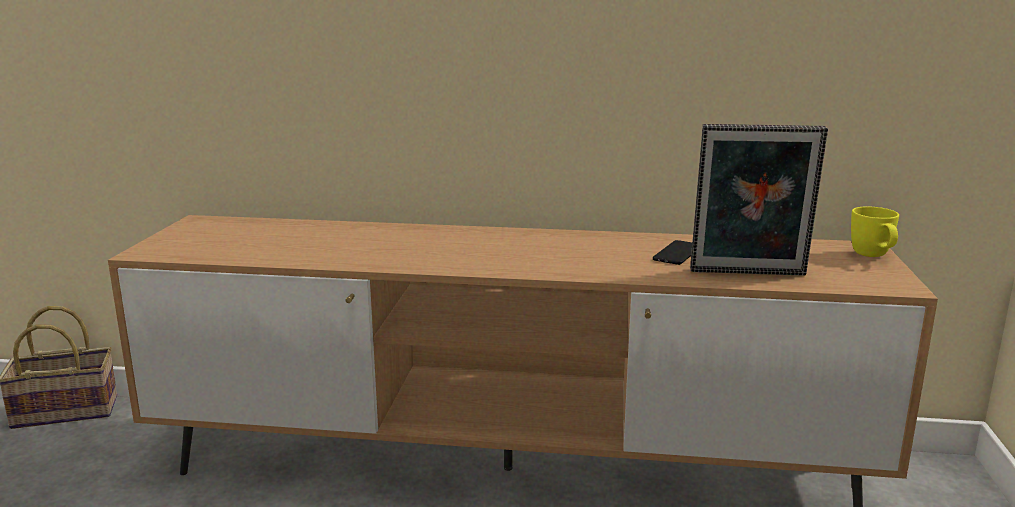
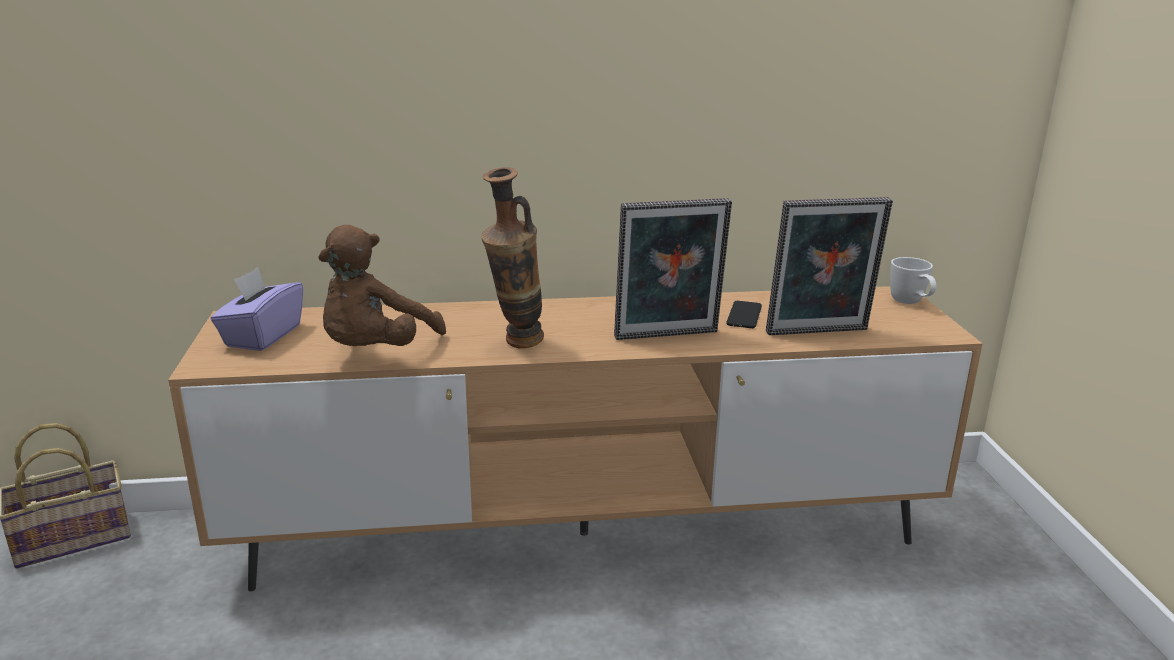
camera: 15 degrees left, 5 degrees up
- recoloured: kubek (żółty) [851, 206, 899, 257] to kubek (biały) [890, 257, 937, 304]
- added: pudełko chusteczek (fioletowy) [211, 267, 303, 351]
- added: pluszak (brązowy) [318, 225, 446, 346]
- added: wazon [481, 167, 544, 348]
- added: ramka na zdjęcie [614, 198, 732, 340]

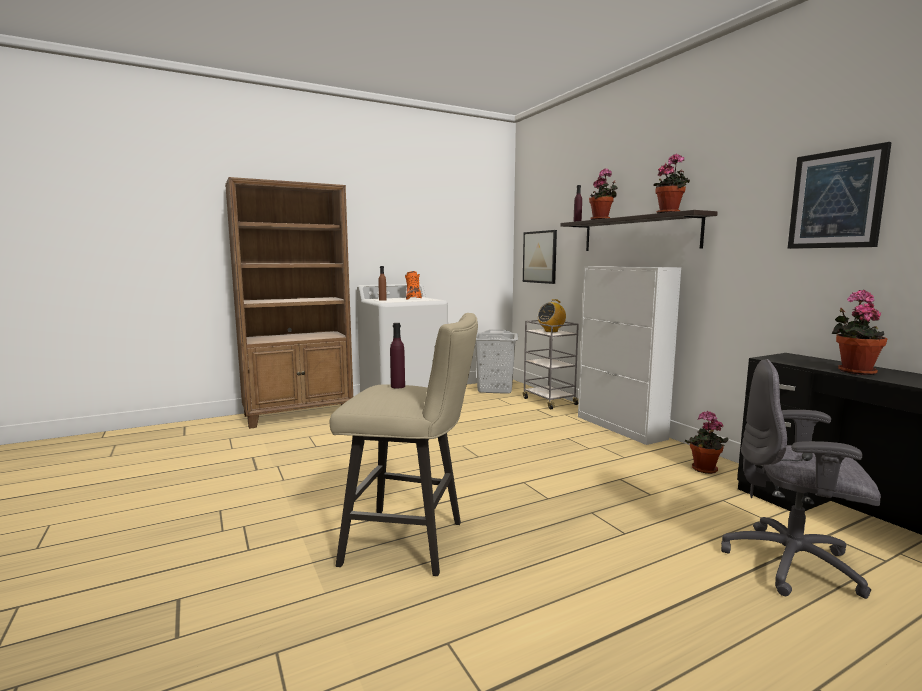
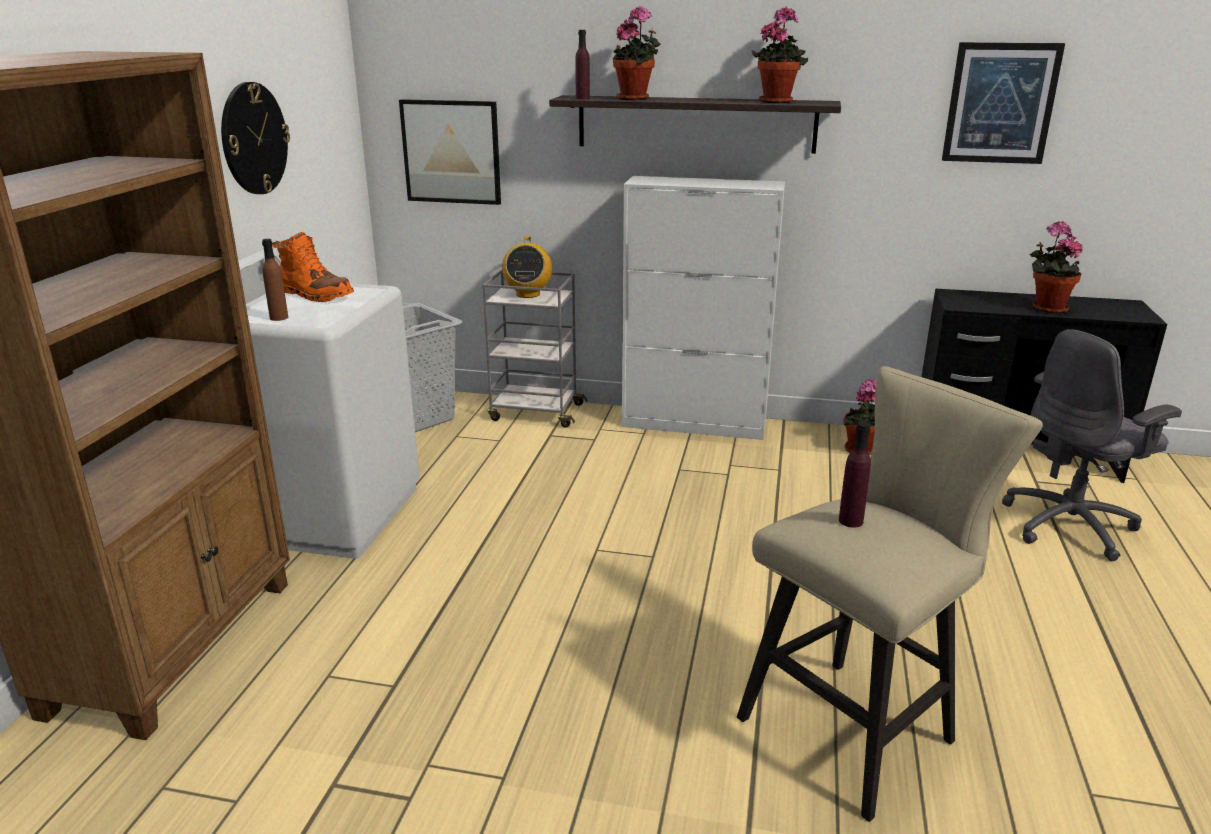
camera: 50 degrees left, 15 degrees up
- added: zegar ścienny [221, 82, 290, 194]

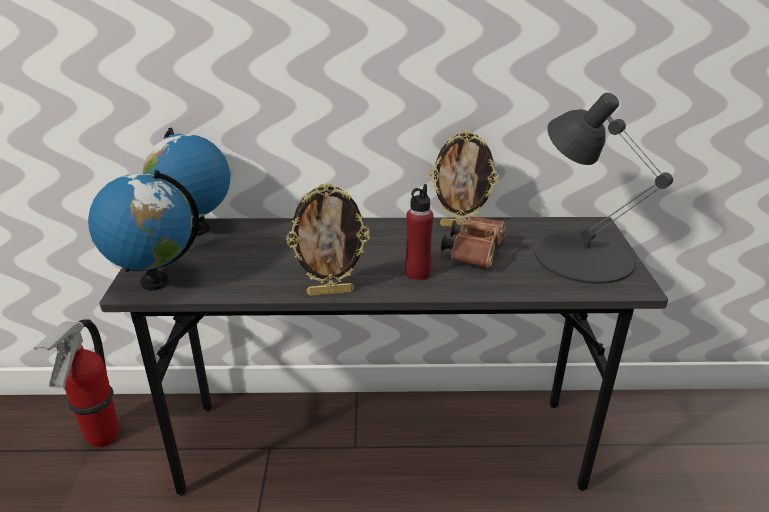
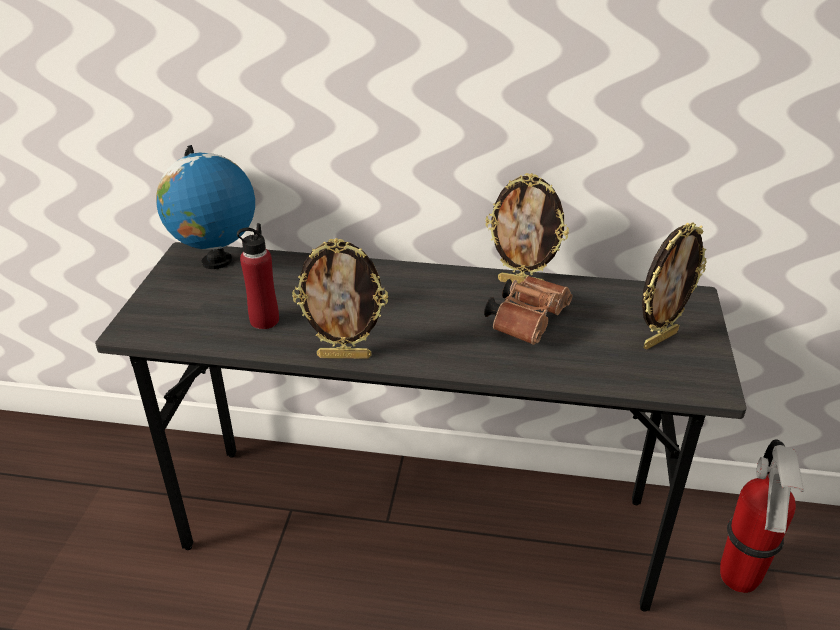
camera: 10 degrees right, 5 degrees up
- moved: gaśnica [33, 319, 118, 447] to [720, 439, 804, 593]
- removed: globus [88, 170, 199, 291]
- moved: butelka (czerwony) [405, 184, 434, 280] to [237, 223, 279, 329]
- replaced: lampa stołowa (czarny) [535, 93, 673, 284] to ramka na zdjęcie [642, 222, 707, 350]

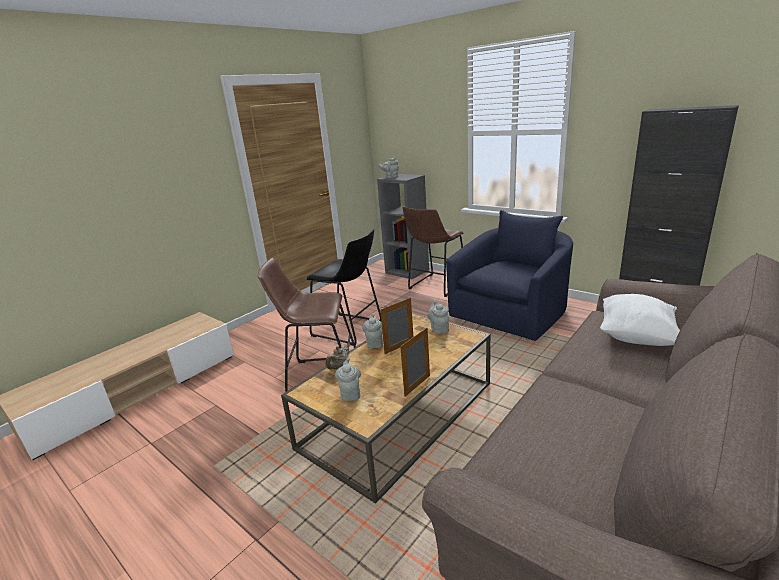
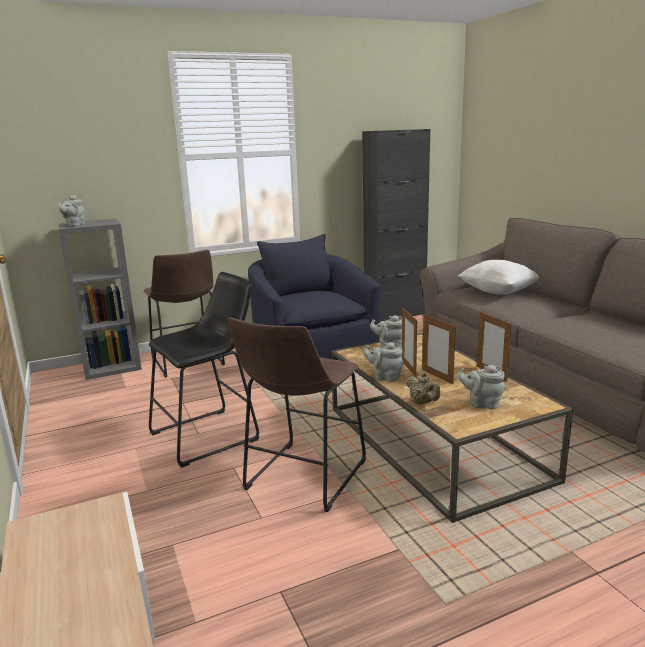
camera: 65 degrees left, 5 degrees down
- added: ramka na zdjęcie [422, 315, 456, 384]

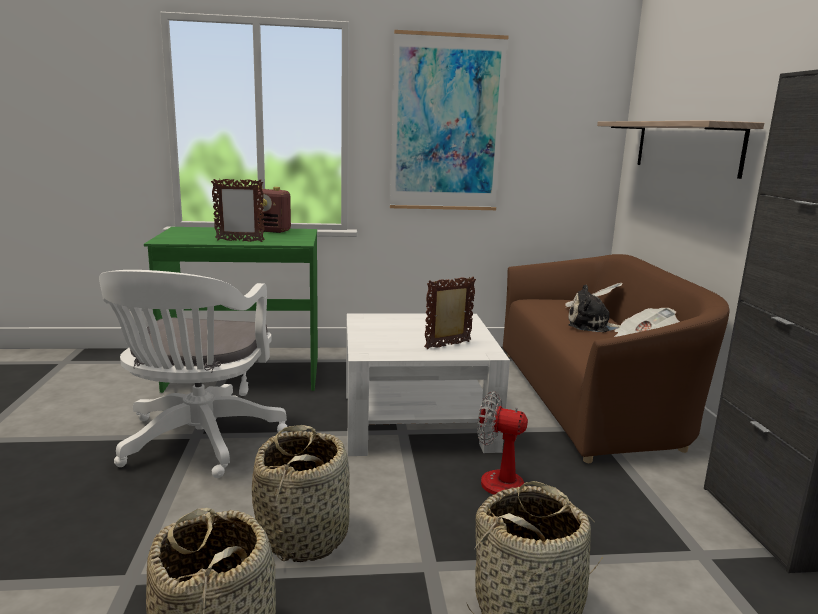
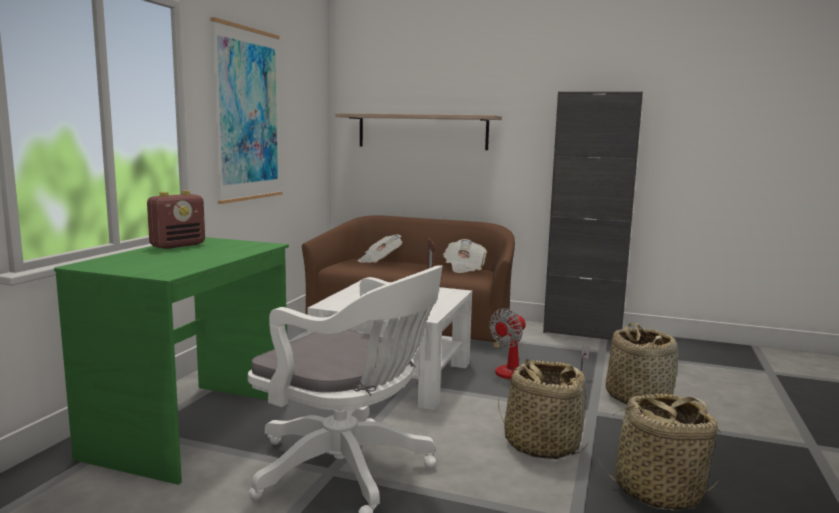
camera: 65 degrees left, 5 degrees down
- removed: ramka na zdjęcie [211, 178, 265, 242]
- removed: pluszak [569, 285, 621, 332]

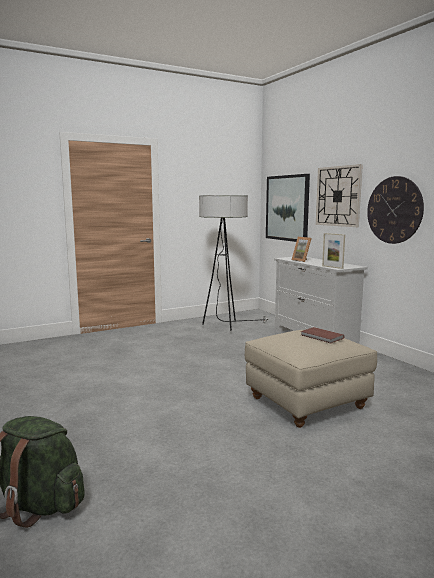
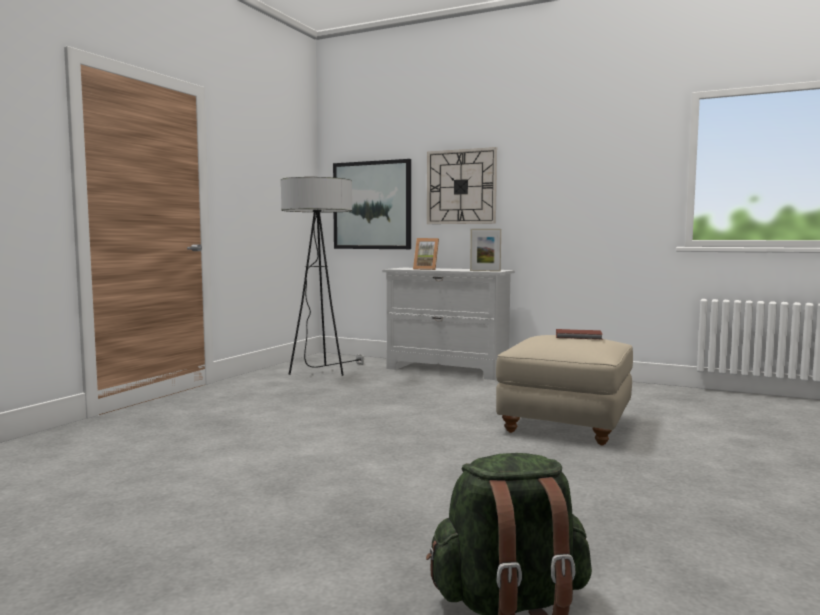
camera: 35 degrees left, 5 degrees down
- removed: zegar ścienny [367, 176, 424, 244]

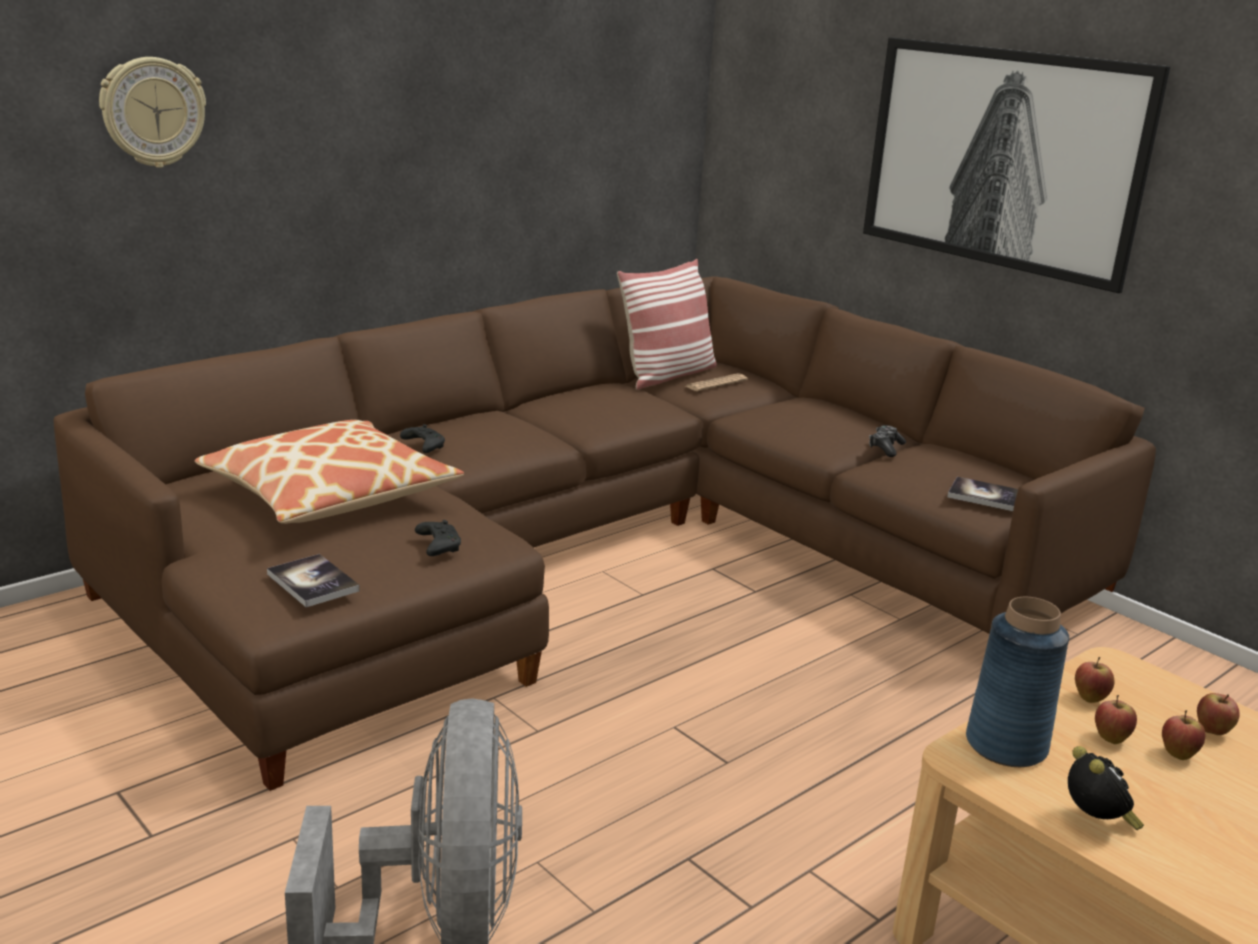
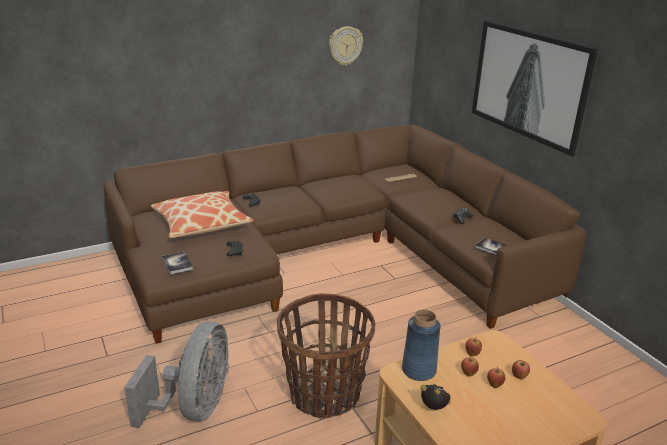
camera: 15 degrees right, 5 degrees up
- moved: zegar ścienny [99, 57, 206, 168] to [329, 26, 363, 66]
- removed: poduszka [617, 259, 717, 390]
- turned: budzik [1068, 746, 1144, 830] = [421, 384, 451, 410] 60 degrees counterclockwise
- added: koszyk [277, 293, 375, 418]

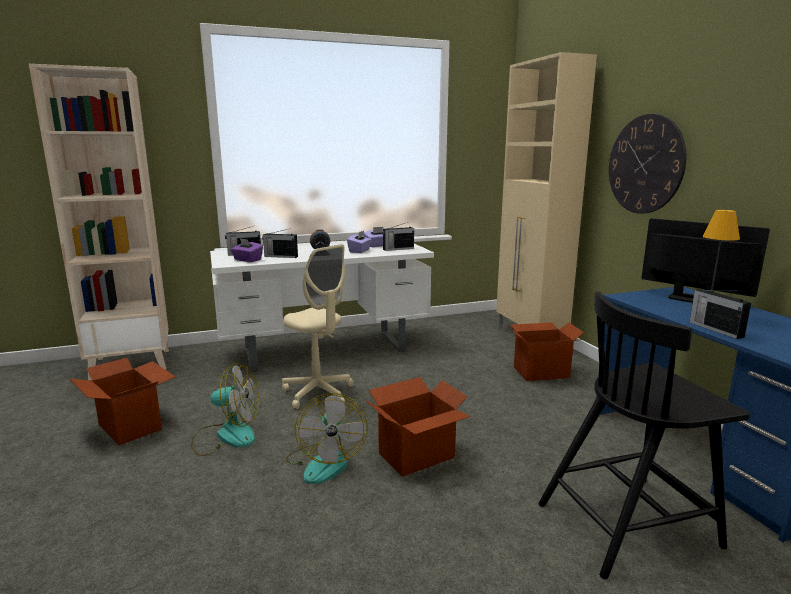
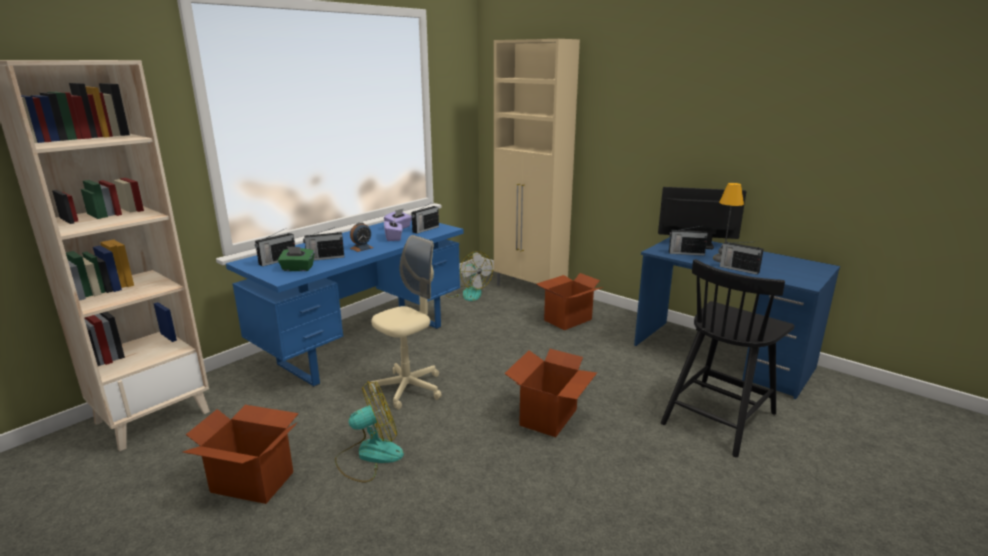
camera: 30 degrees left, 5 degrees up
- recoloured: biurko (biały) [210, 243, 434, 372] to biurko (niebieski) [226, 220, 464, 387]
- recoloured: pudełko chusteczek (fioletowy) [231, 238, 263, 262] to pudełko chusteczek (zielony) [278, 246, 315, 271]
- turned: krzesło biurowe (beżowy) [282, 244, 354, 409] = [369, 235, 442, 410] 60 degrees counterclockwise
- moved: wentylator [286, 393, 367, 484] to [446, 251, 493, 301]
- removed: zegar ścienny [609, 114, 686, 214]
- added: radio [669, 226, 708, 256]

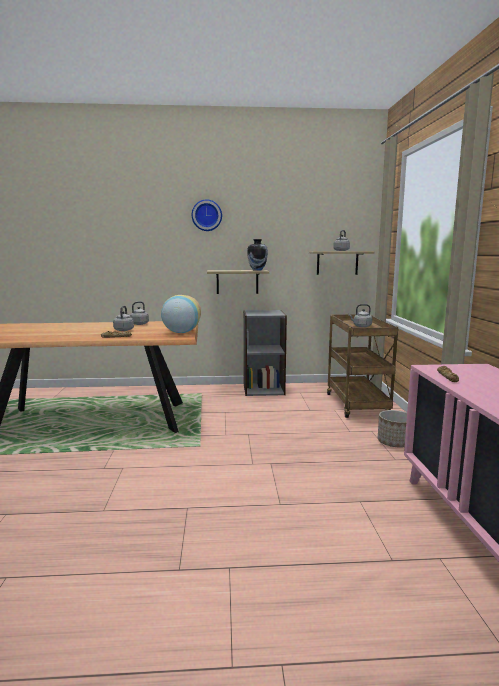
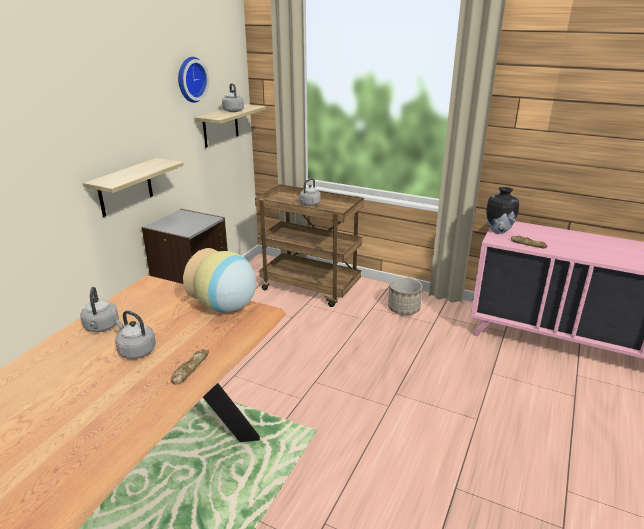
camera: 60 degrees left, 15 degrees up
- moved: zegar ścienny [192, 199, 222, 231] to [178, 57, 209, 103]
- moved: wazon [247, 239, 268, 271] to [486, 187, 519, 234]

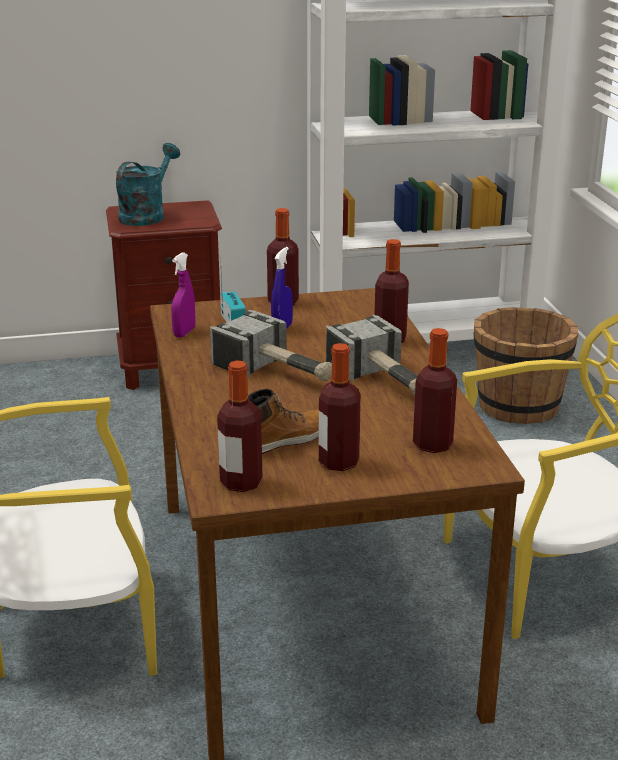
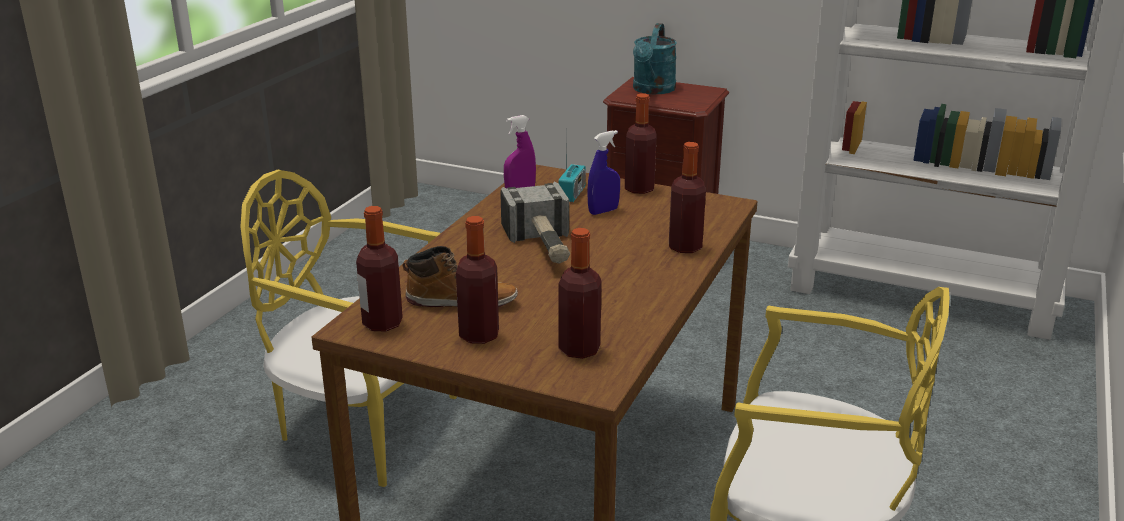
camera: 35 degrees right, 0 degrees up
- turned: konewka (turkusowy) [116, 143, 180, 226] = [633, 23, 677, 94] 135 degrees clockwise
- removed: młotek [326, 314, 417, 396]
- removed: wiadro (brązowy) [474, 307, 578, 424]

